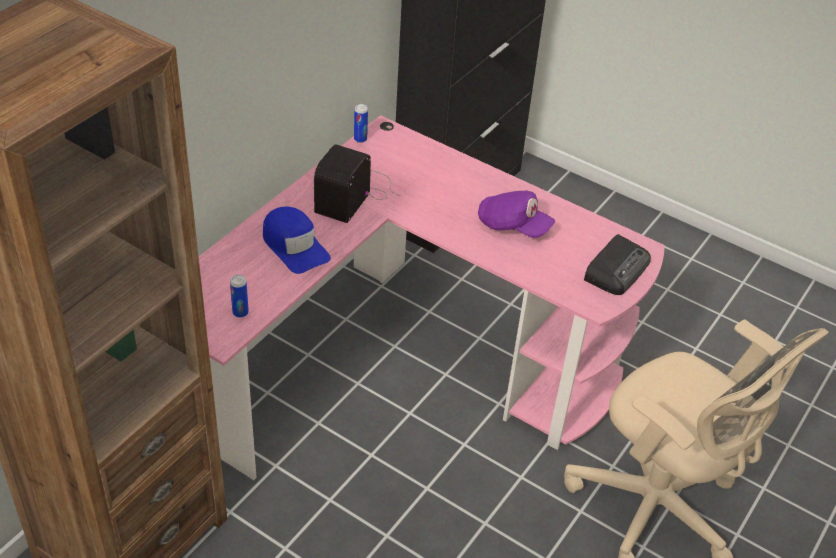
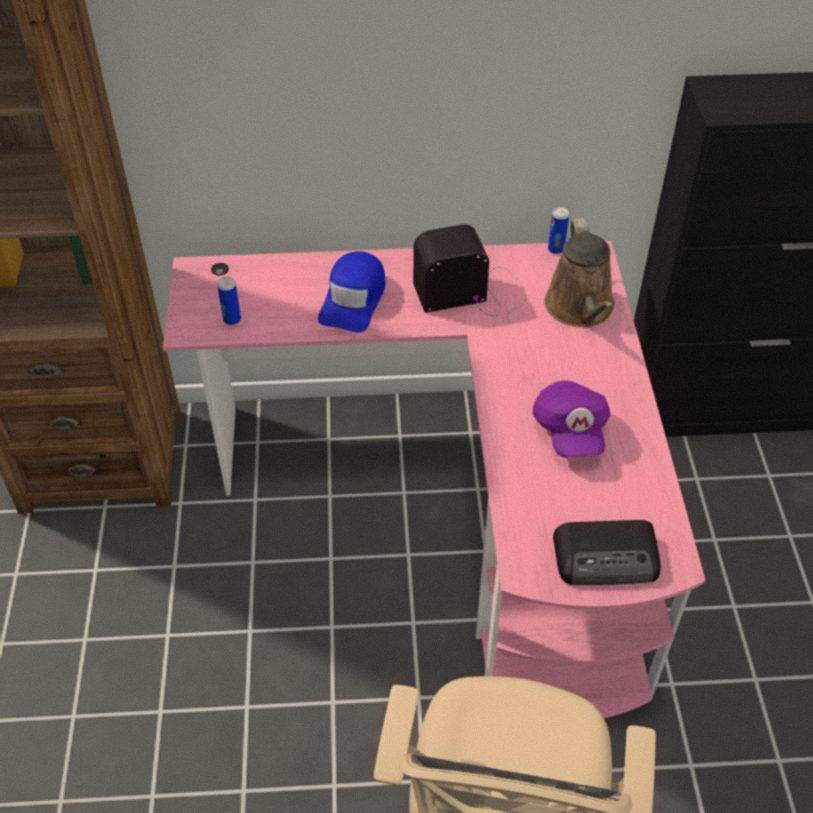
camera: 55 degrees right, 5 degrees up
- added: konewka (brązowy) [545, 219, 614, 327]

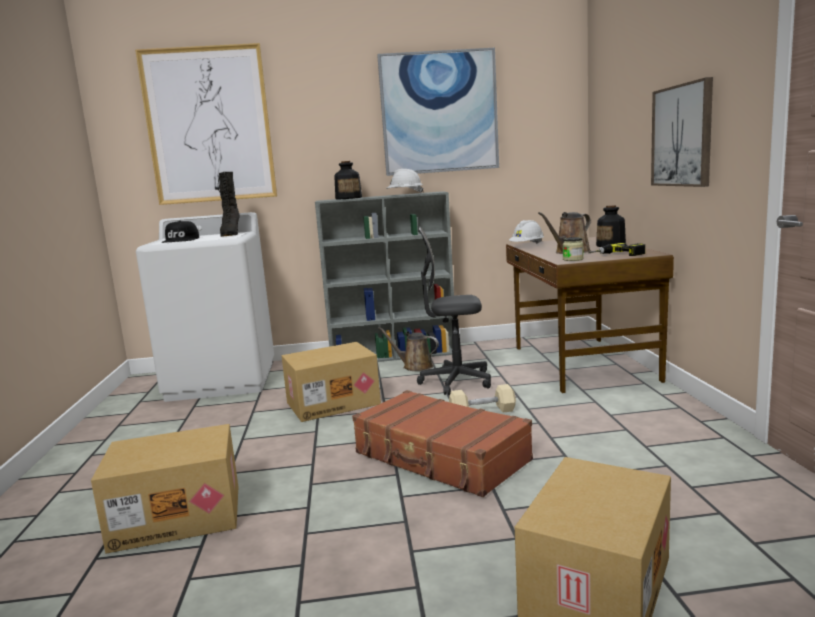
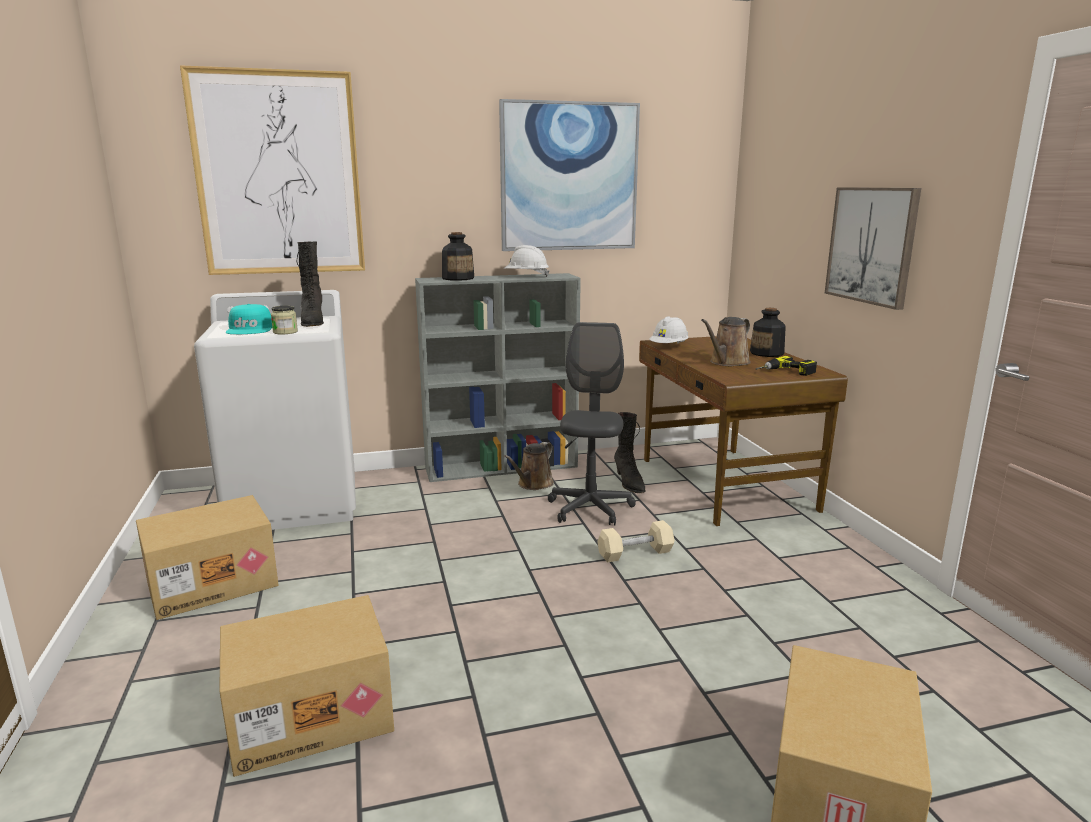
camera: 10 degrees left, 5 degrees up
- recoloured: czapka z daszkiem (czarny) [161, 221, 199, 243] to czapka z daszkiem (turkusowy) [225, 304, 272, 334]
- moved: karton [282, 342, 381, 422] to [136, 495, 279, 620]
- removed: walizka (brązowy) [352, 390, 533, 497]
- turned: konewka (brązowy) [378, 327, 439, 371] = [504, 442, 554, 490] 75 degrees counterclockwise
- turned: krzesło biurowe (szary) [417, 227, 491, 395] = [548, 322, 636, 525] 105 degrees clockwise
- moved: słoik [562, 237, 583, 261] to [271, 306, 298, 334]
- added: but z cholewką (czarny) [614, 412, 645, 493]

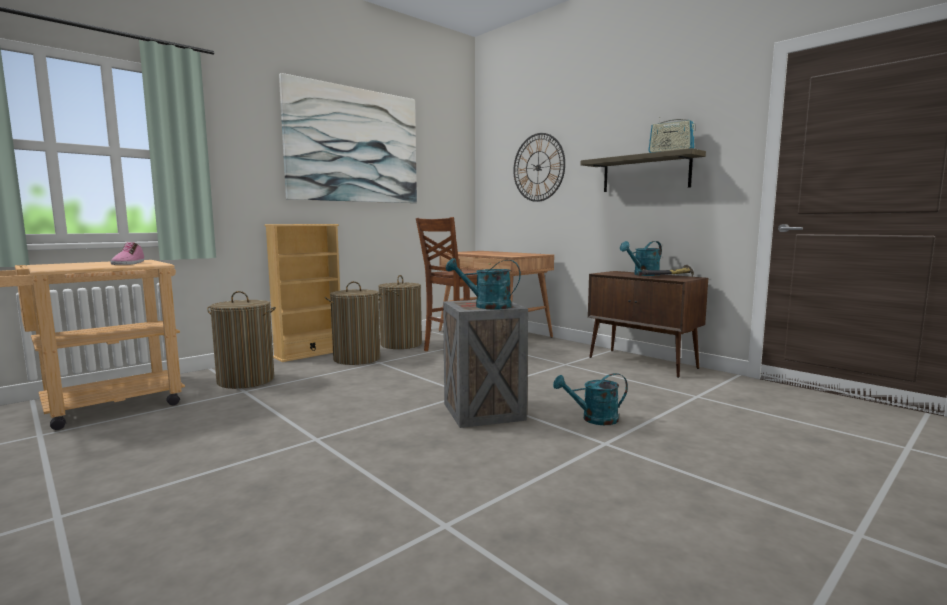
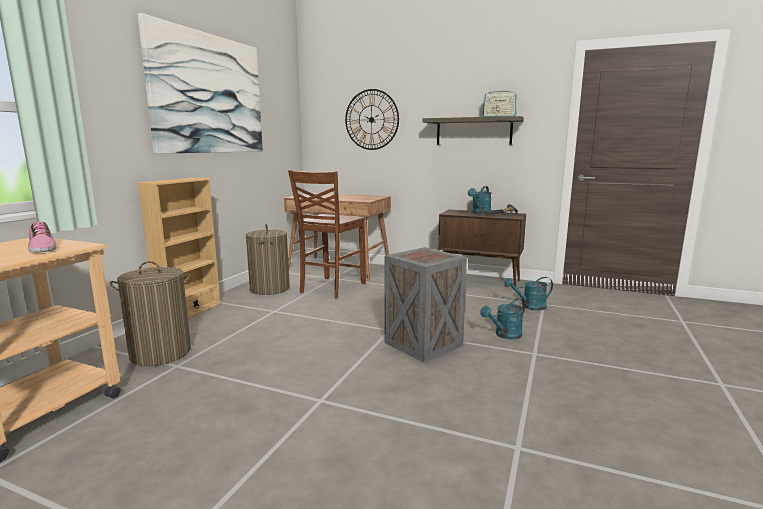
camera: 25 degrees left, 5 degrees up
- removed: kosz na pranie [325, 281, 383, 365]
- moved: konewka (turkusowy) [446, 258, 521, 309] to [504, 277, 553, 310]

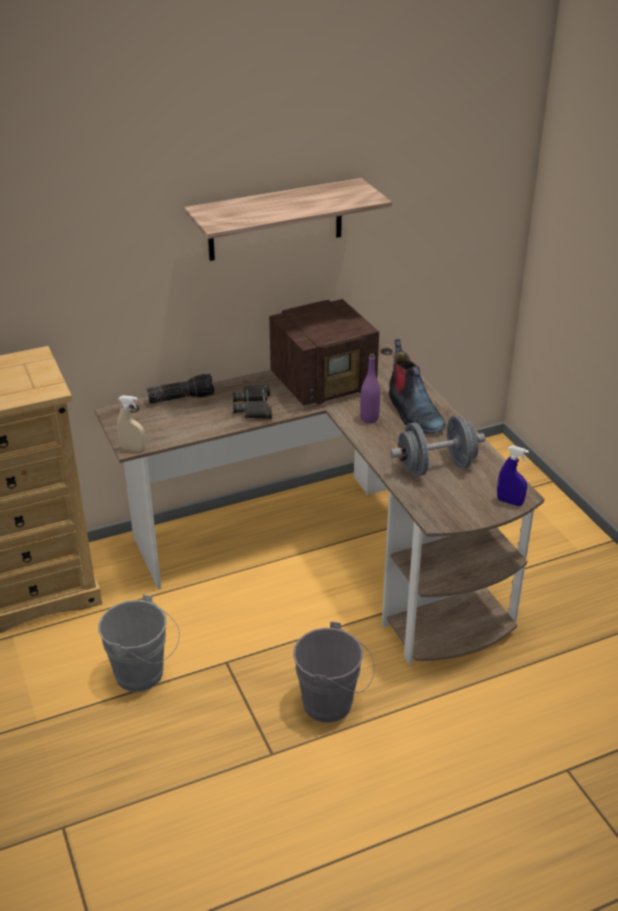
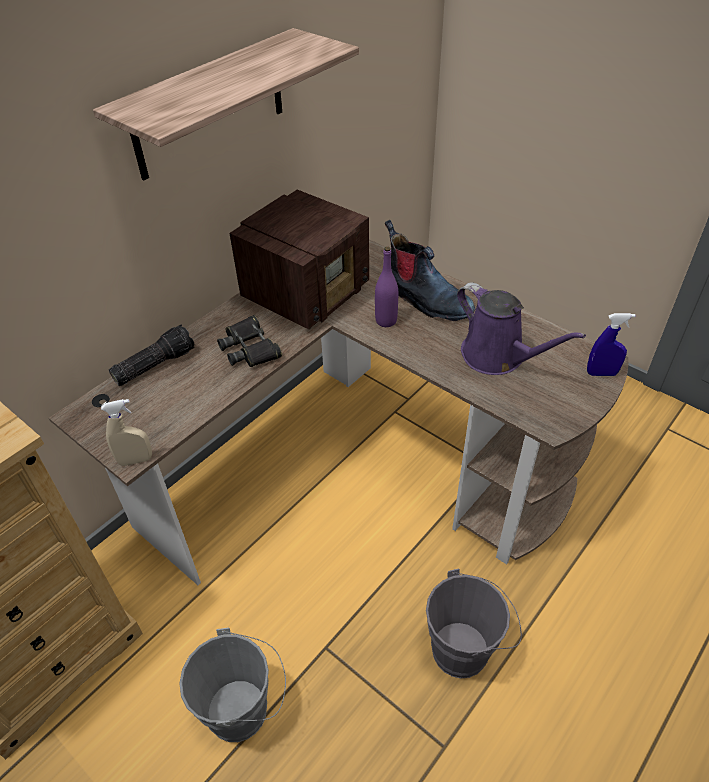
camera: 25 degrees left, 10 degrees up
- replaced: hantel (szary) [390, 415, 485, 476] to konewka (fioletowy) [457, 282, 586, 375]

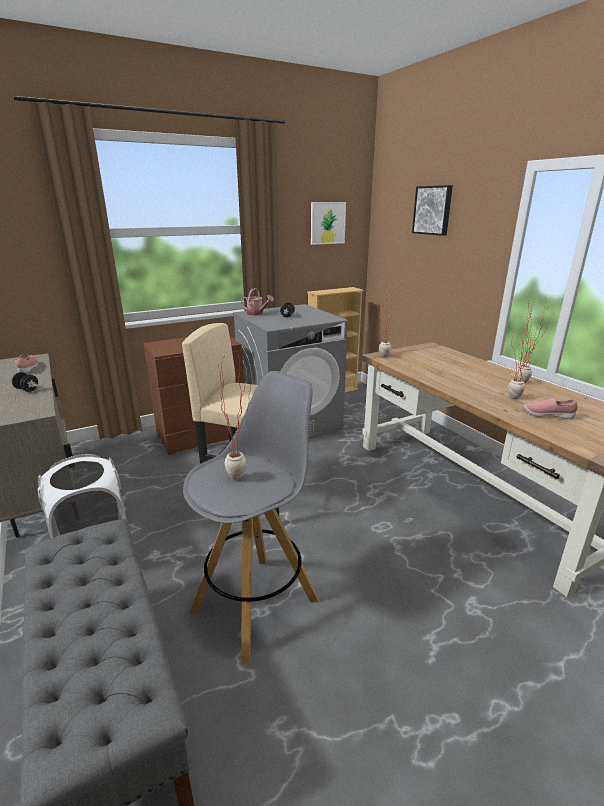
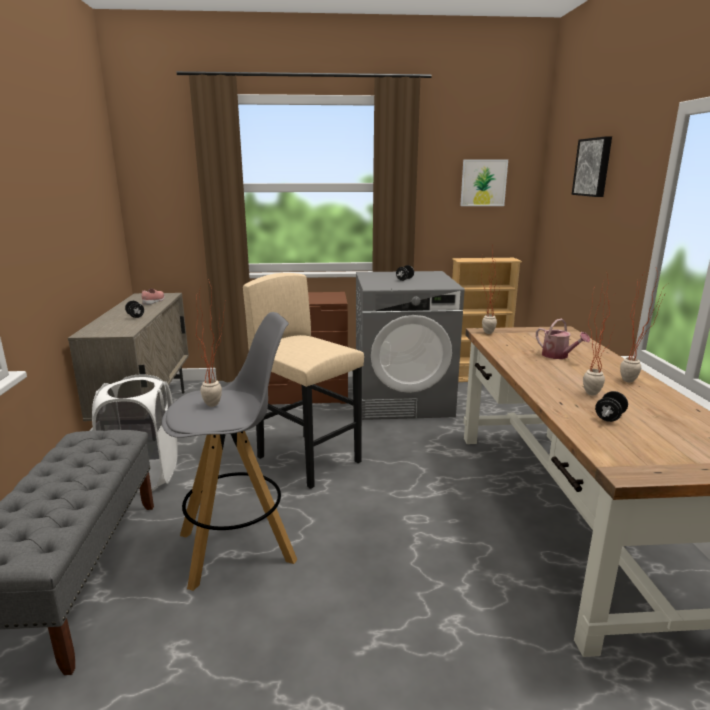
camera: 25 degrees right, 5 degrees down
- moved: konewka [241, 288, 274, 316] to [536, 319, 590, 359]
- replaced: but (różowy) [523, 397, 578, 419] to hantel (czarny) [595, 391, 628, 422]

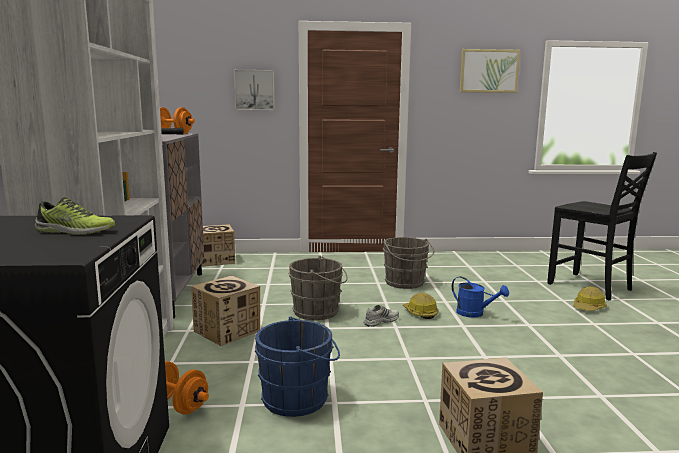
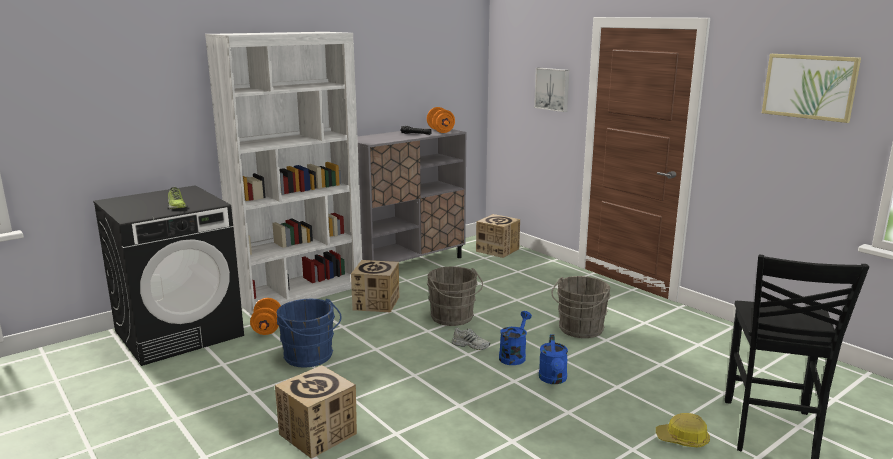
camera: 55 degrees right, 5 degrees up
- replaced: kask [403, 293, 439, 319] to konewka (niebieski) [499, 311, 532, 365]

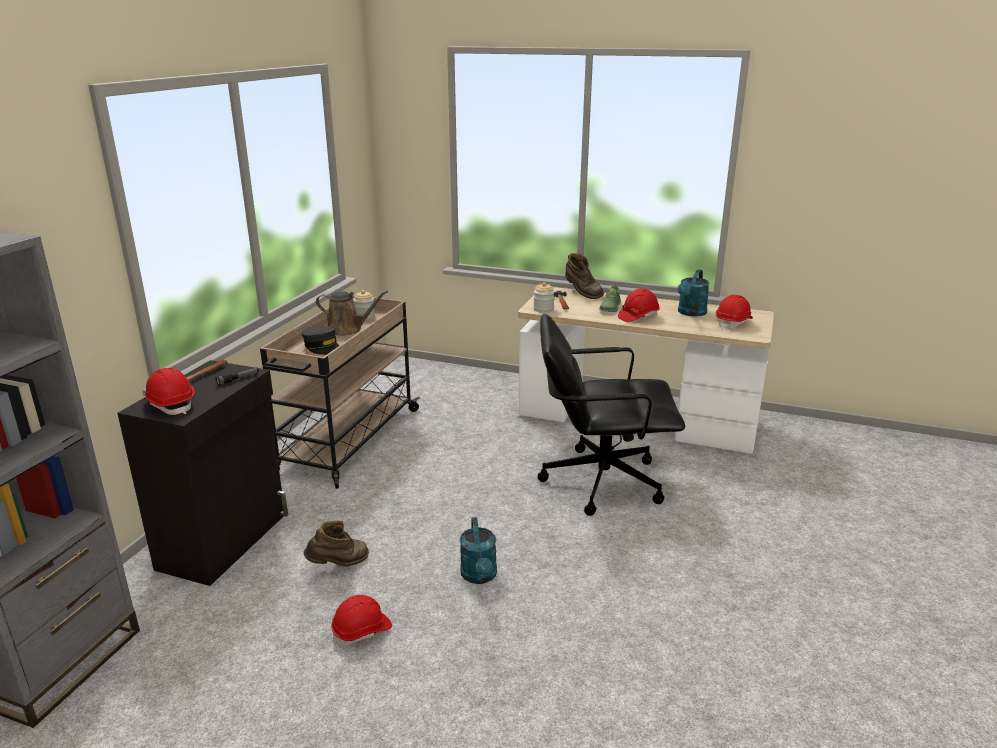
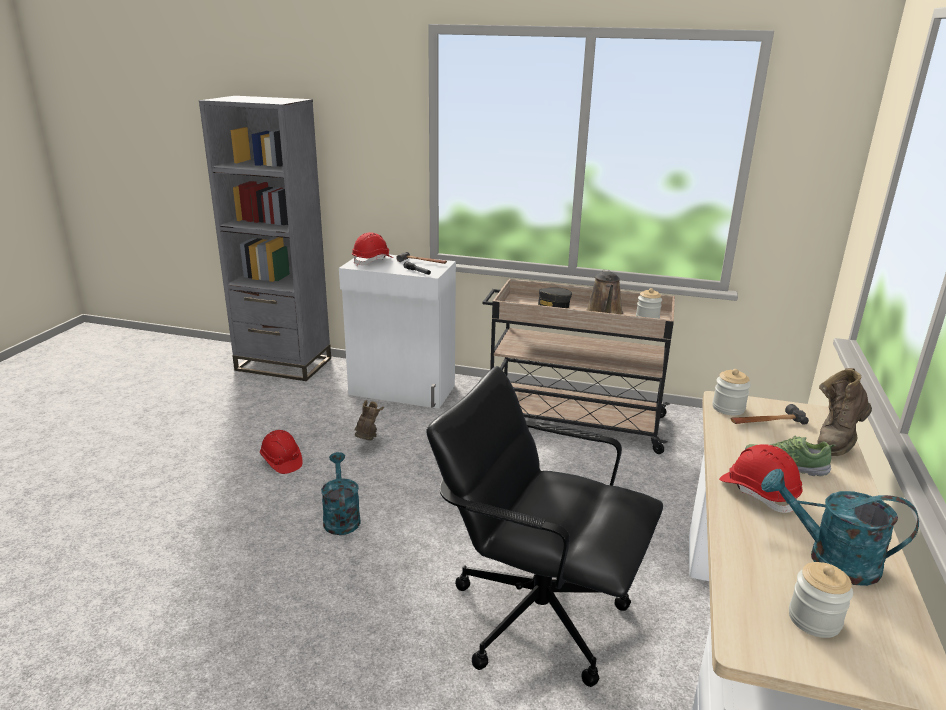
camera: 85 degrees right, 0 degrees up
- recoloured: szafka (czarny) [117, 360, 288, 586] to szafka (biały) [339, 254, 456, 409]
- turned: but z cholewką (brązowy) [304, 520, 369, 567] = [355, 400, 384, 441] 150 degrees counterclockwise
- turned: konewka (turkusowy) [460, 517, 497, 584] = [321, 452, 361, 535] 90 degrees clockwise
- turned: krzesło biurowe (czarny) [538, 314, 685, 516] = [426, 366, 663, 687] 60 degrees counterclockwise
- replaced: kask (czerwony) [716, 295, 753, 330] to słoik [789, 562, 853, 638]

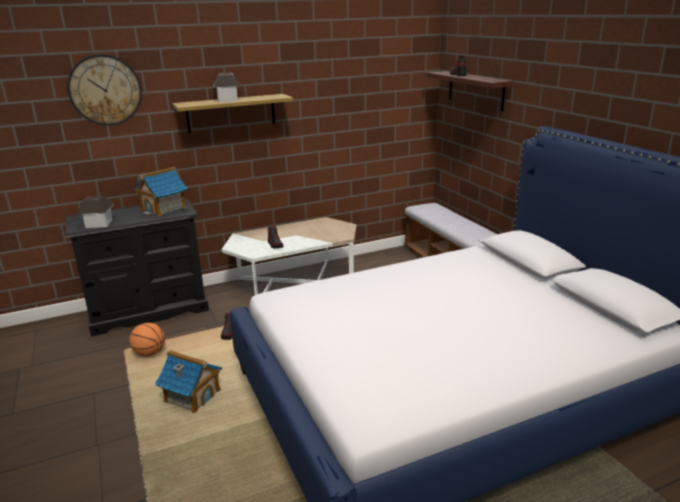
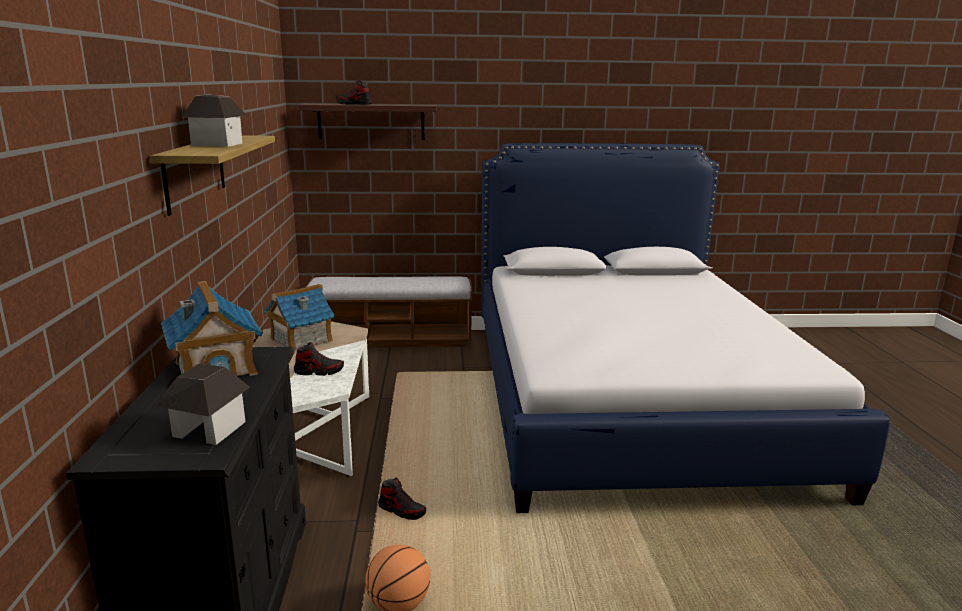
camera: 70 degrees left, 5 degrees down
- removed: zegar ścienny [67, 54, 142, 126]
- moved: domek [155, 350, 222, 413] to [264, 284, 335, 351]

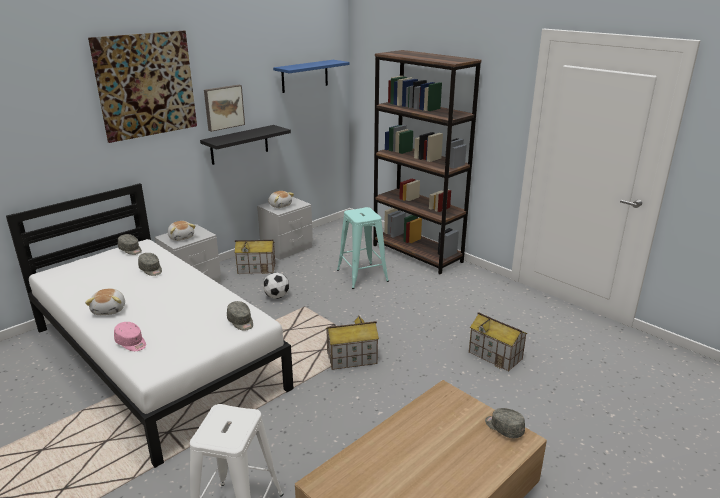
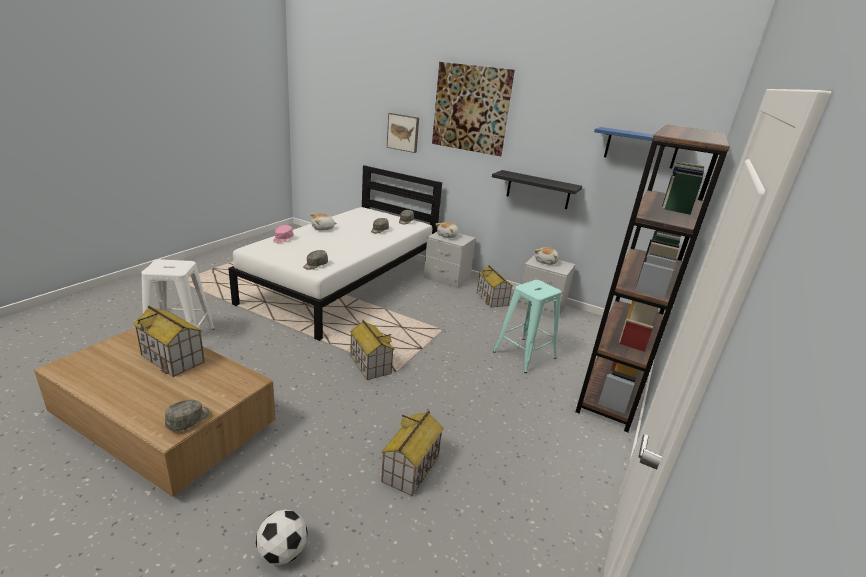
camera: 70 degrees right, 0 degrees up
- moved: obraz [204, 85, 245, 132] to [387, 113, 419, 153]
- moved: piłka futbolowa [263, 272, 289, 299] to [256, 509, 308, 565]
- added: domek [133, 306, 205, 377]

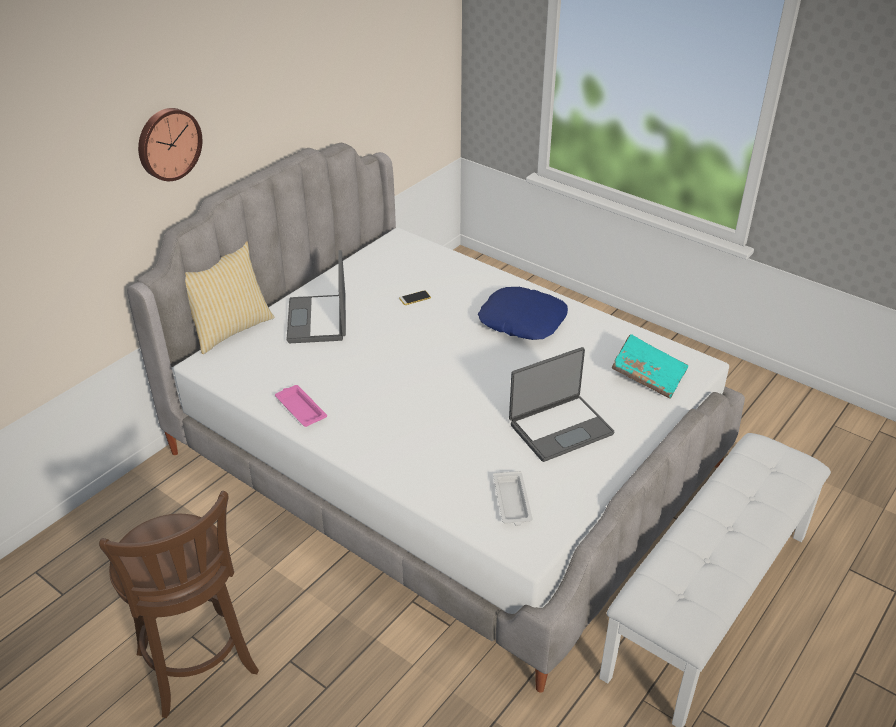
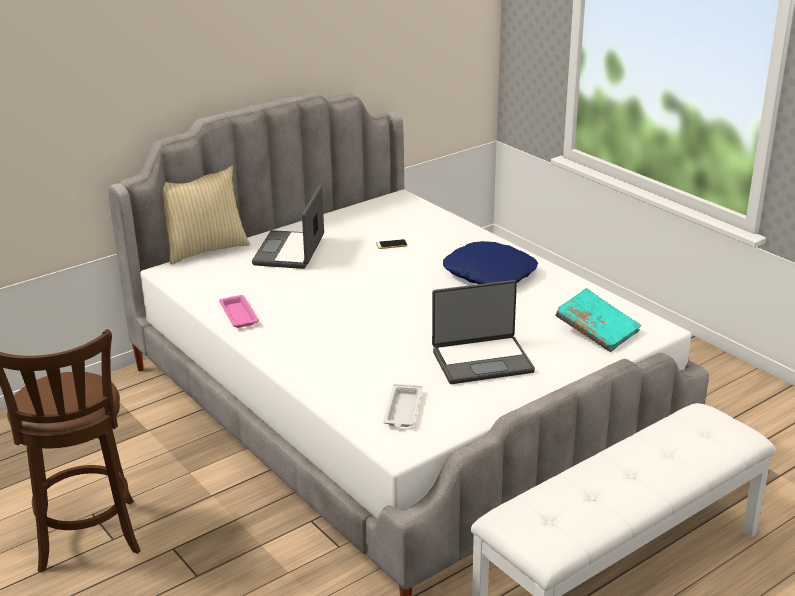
camera: 15 degrees right, 10 degrees down
- removed: zegar ścienny [138, 108, 202, 181]

